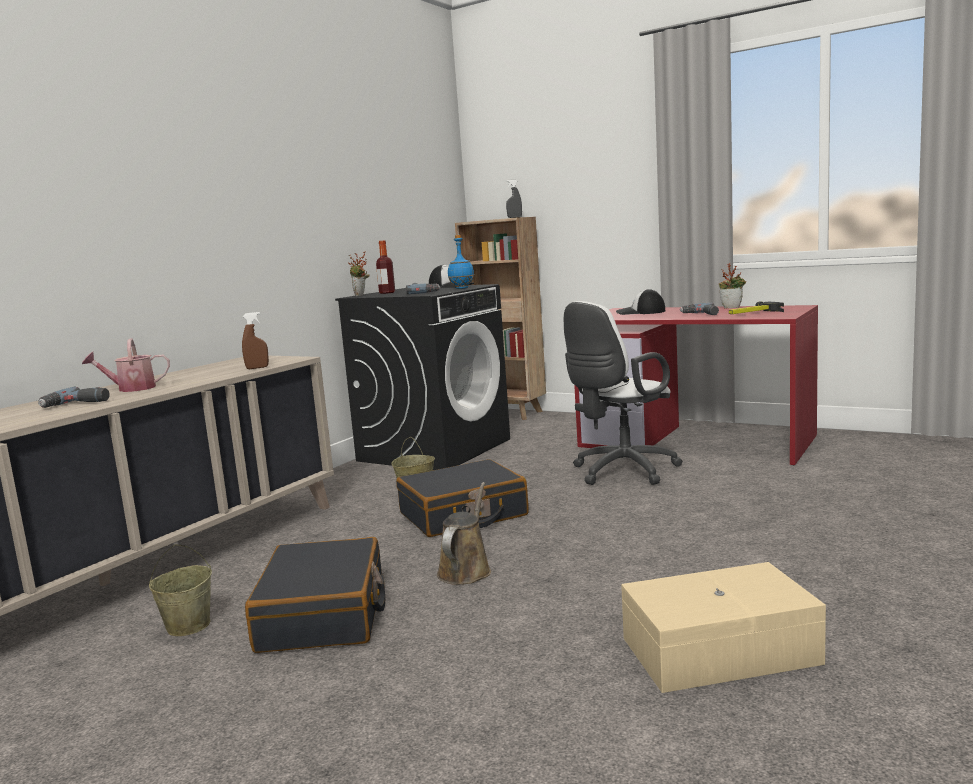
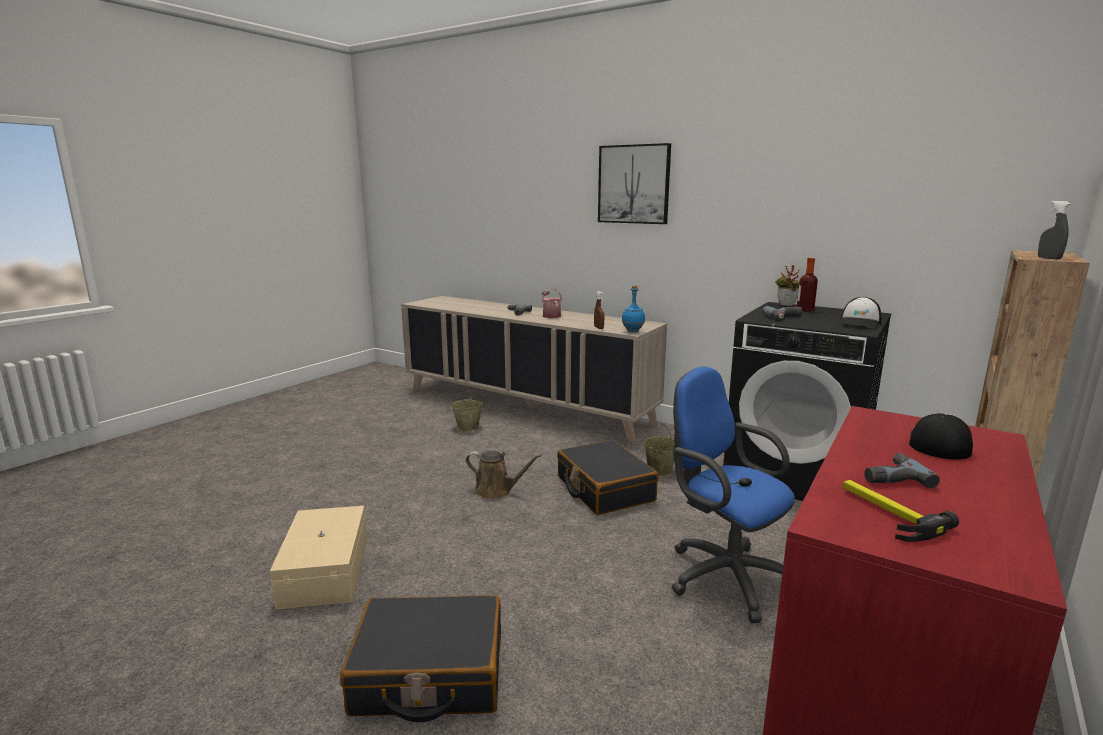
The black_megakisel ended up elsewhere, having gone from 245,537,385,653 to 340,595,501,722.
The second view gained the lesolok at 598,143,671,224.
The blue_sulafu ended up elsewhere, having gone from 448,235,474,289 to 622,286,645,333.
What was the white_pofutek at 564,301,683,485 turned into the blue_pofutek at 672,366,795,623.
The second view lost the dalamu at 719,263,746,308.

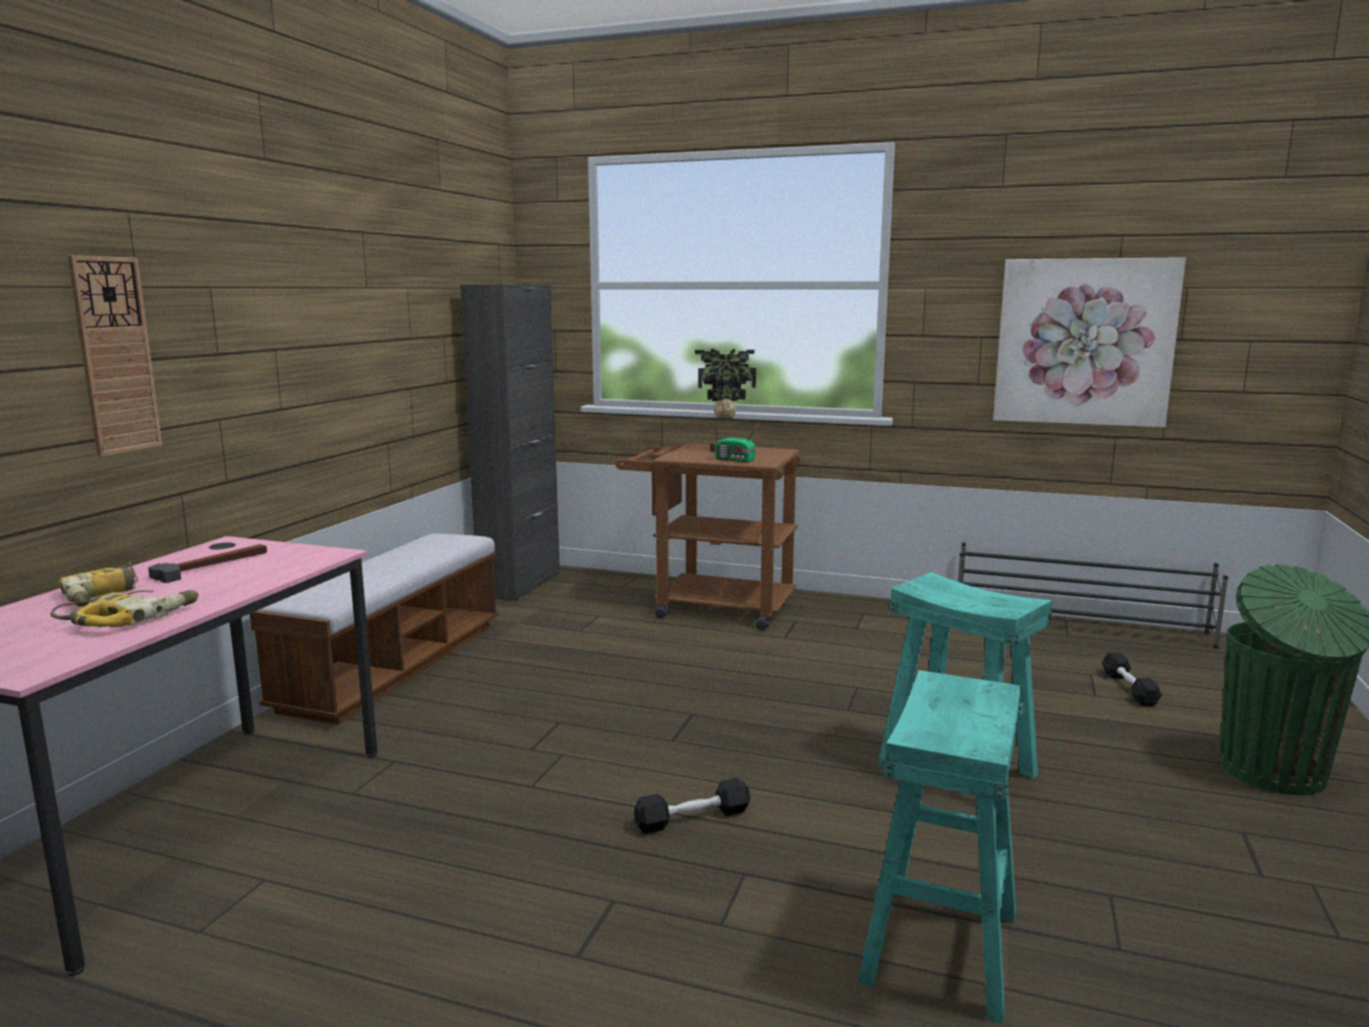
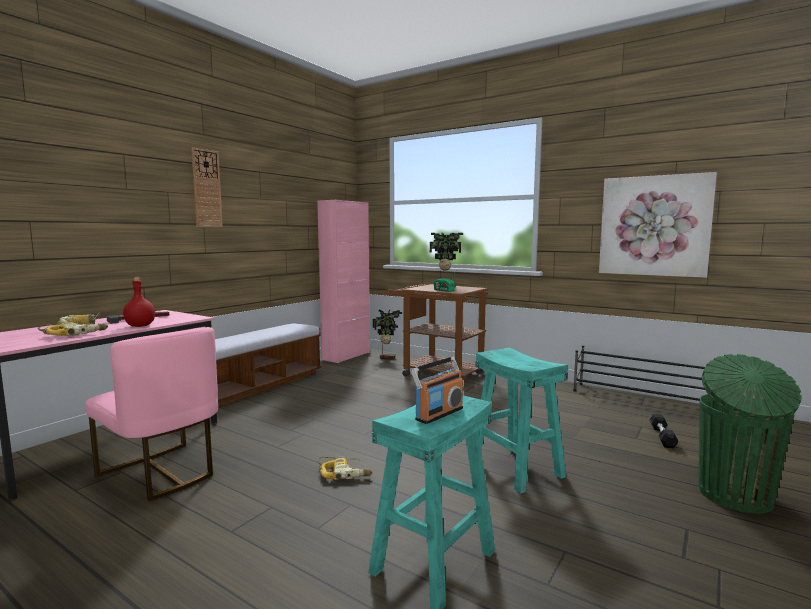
The second view gained the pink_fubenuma at 85,327,218,501.
The second view gained the red_sulafu at 123,277,155,327.
The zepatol ended up elsewhere, having gone from 68,255,162,457 to 191,148,223,227.
What was the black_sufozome at 460,284,560,601 turned into the pink_sufozome at 317,200,370,363.
Where the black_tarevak stood at 634,778,750,834, the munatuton came to stand at 318,457,372,480.
The second view gained the dalamu at 373,310,402,360.
The second view gained the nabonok at 411,357,463,424.

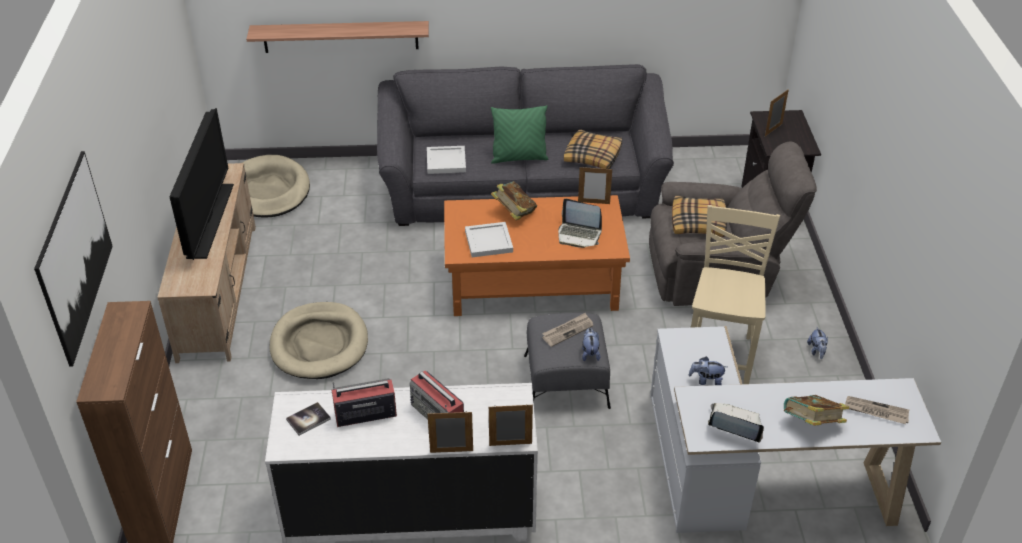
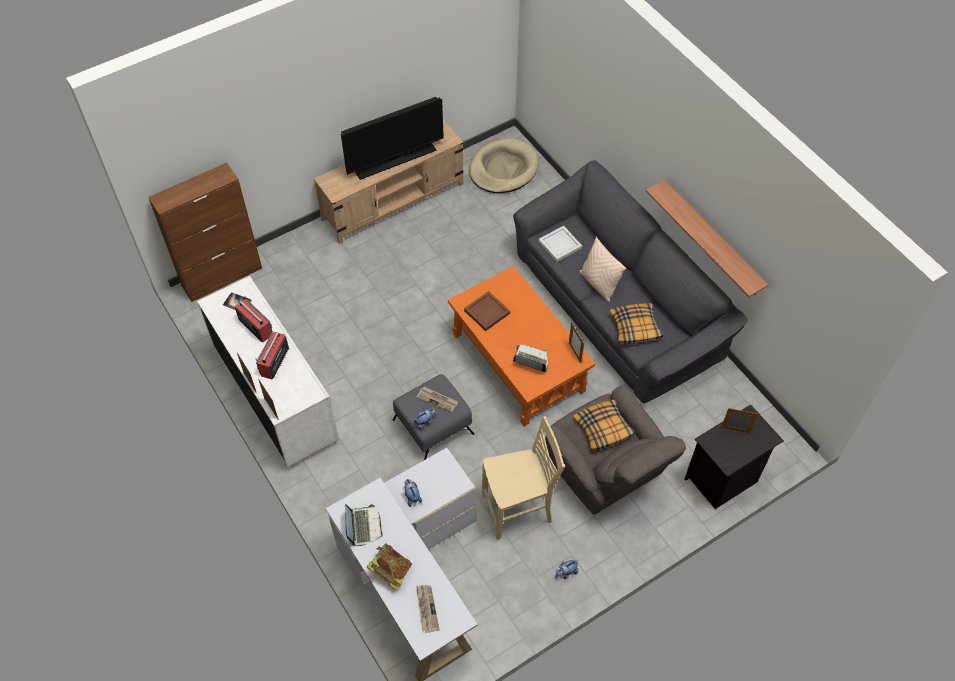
What was the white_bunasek at 465,222,513,257 turned into the brown_bunasek at 464,291,510,331.
The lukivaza at 558,199,602,248 ended up facing another way, 120 degrees clockwise from before.
What was the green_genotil at 491,105,548,164 turned into the beige_genotil at 579,237,626,302.
The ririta ended up elsewhere, having gone from 246,21,429,53 to 646,180,769,297.
The second view lost the lesolok at 34,151,113,367.
The second view lost the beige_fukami at 269,302,368,379.
The second view lost the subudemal at 491,181,538,220.

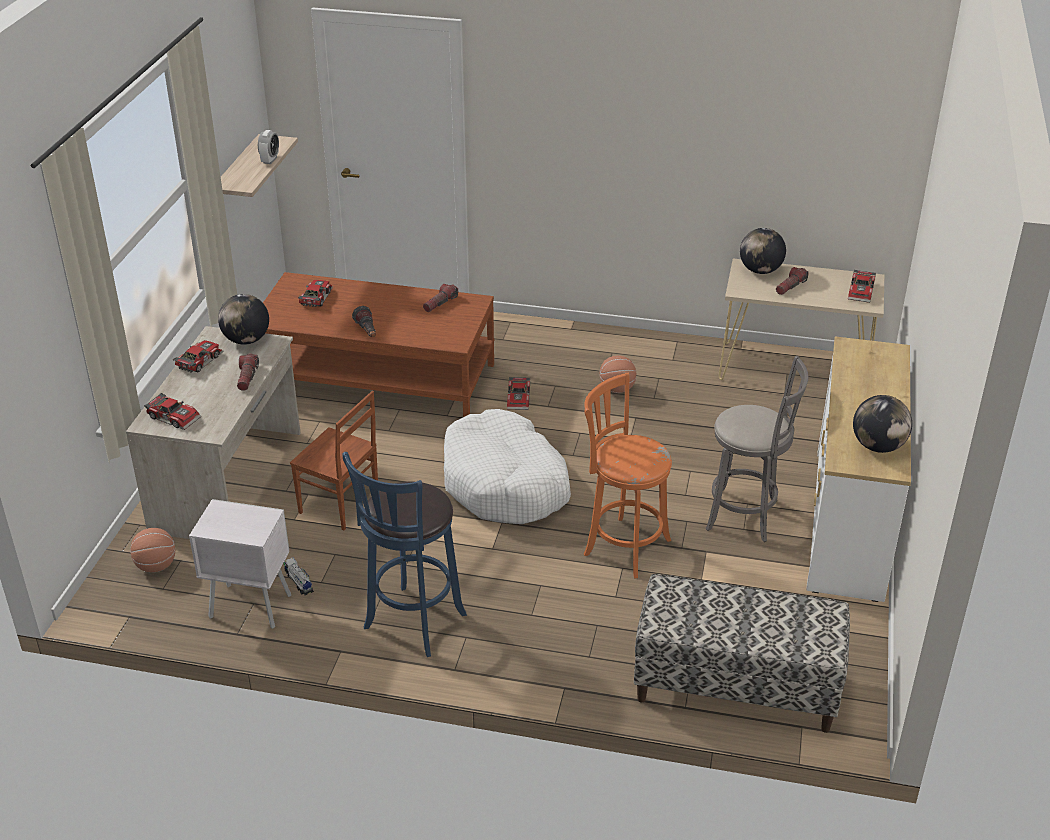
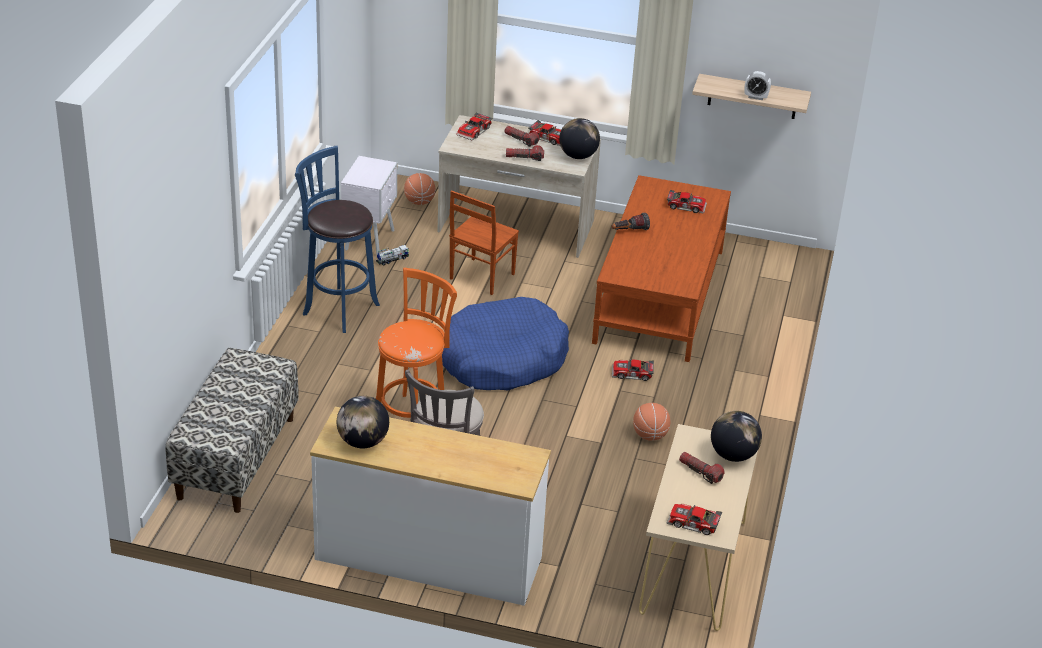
What was the white_fukami at 444,409,571,524 turned into the blue_fukami at 442,297,569,390.
The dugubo ended up elsewhere, having gone from 423,284,459,312 to 504,126,540,147.

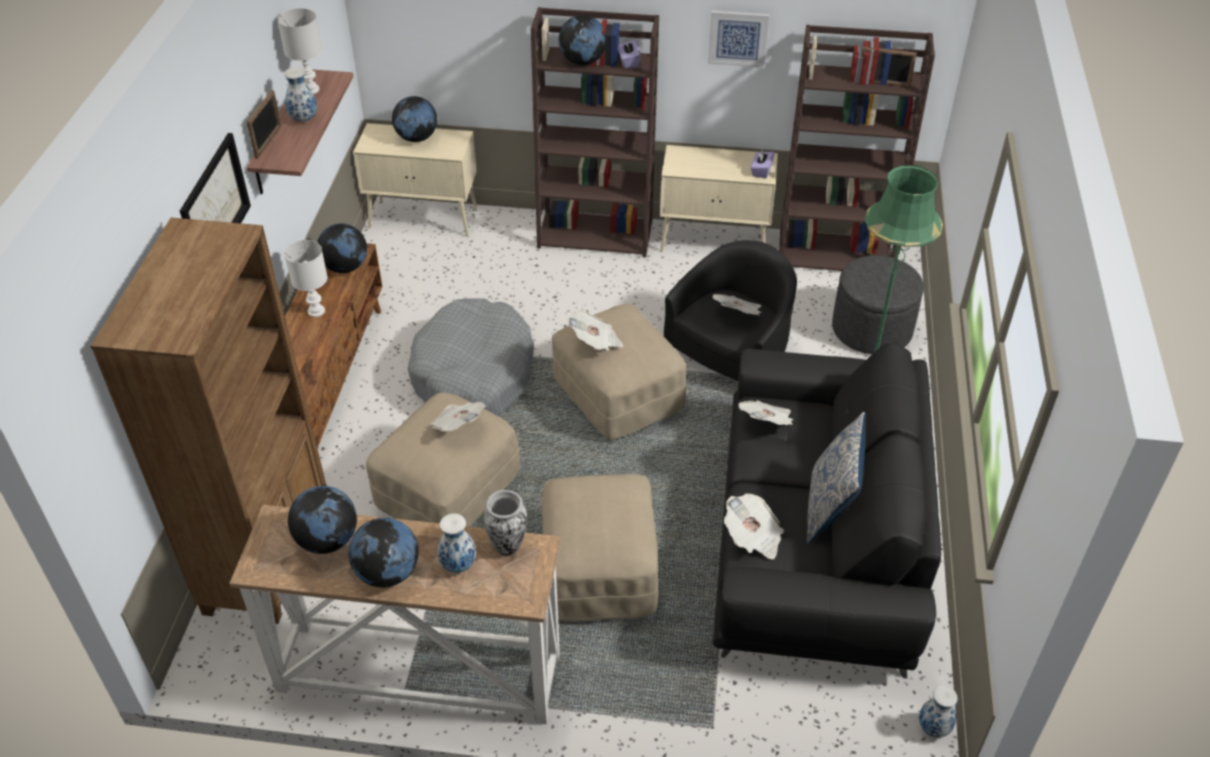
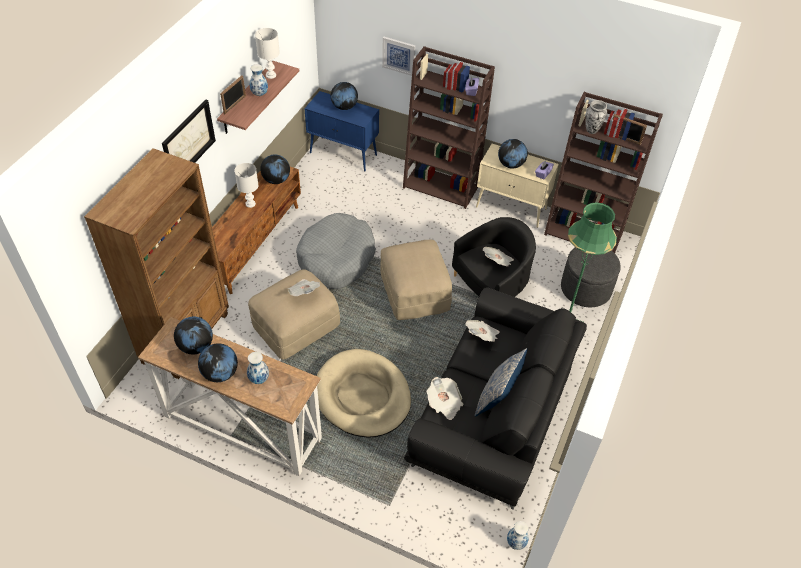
What was the beige_sufozome at 353,123,478,237 turned into the blue_sufozome at 304,91,379,171.
Where the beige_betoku stood at 542,474,659,621, the beige_fukami came to stand at 317,349,411,438.
The lesolok ended up elsewhere, having gone from 708,10,769,68 to 382,37,416,76.
The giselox ended up elsewhere, having gone from 559,15,606,65 to 498,139,528,169.
The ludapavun ended up elsewhere, having gone from 483,490,527,556 to 585,100,607,134.
The second view lost the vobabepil at 566,310,624,350.

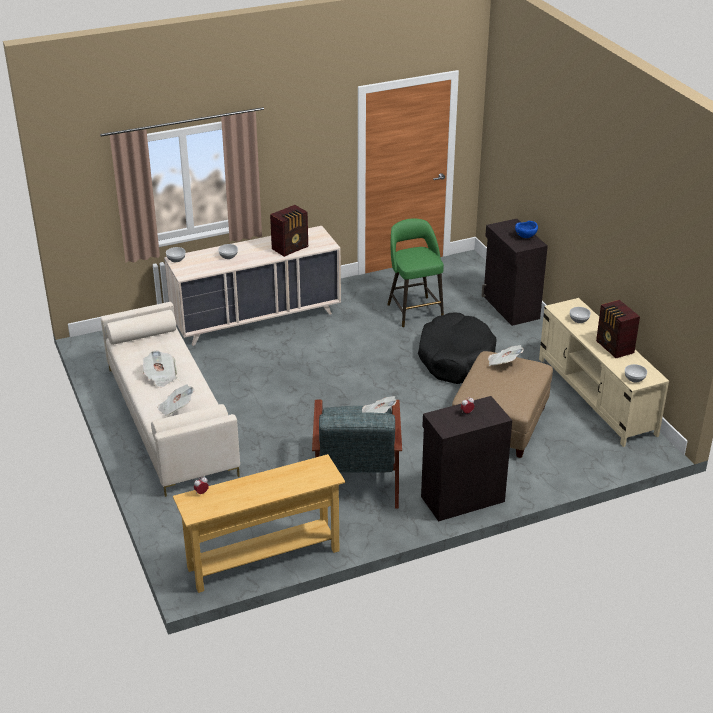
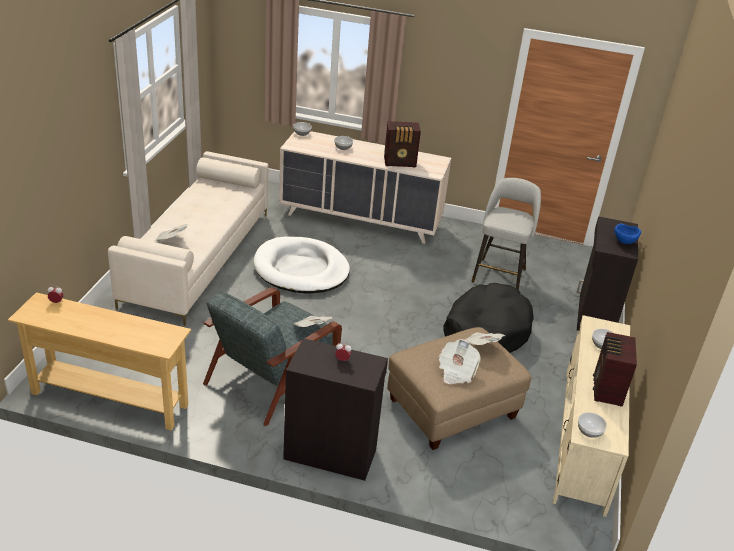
The second view gained the white_fukami at 253,237,350,294.
The vobabepil ended up elsewhere, having gone from 143,350,177,388 to 438,339,481,384.
What was the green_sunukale at 387,219,444,327 turned into the grey_sunukale at 471,178,541,290.

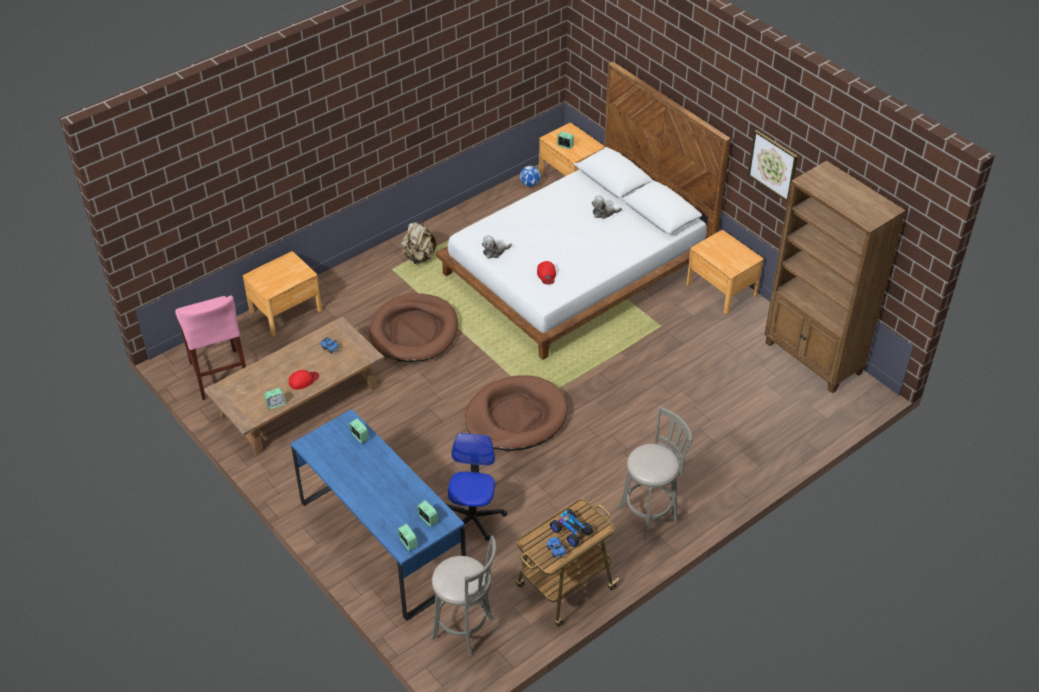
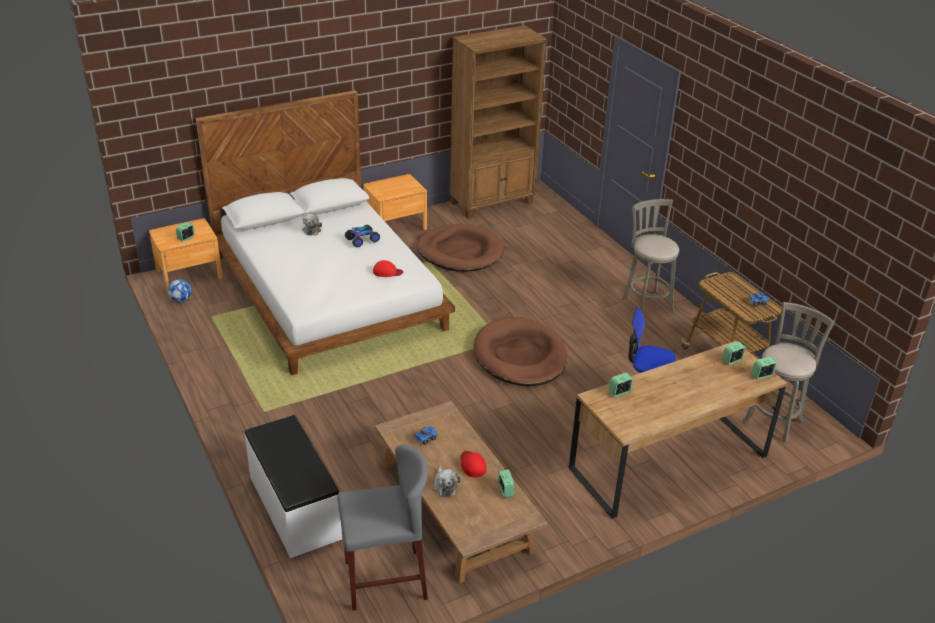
Where the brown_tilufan stood at 243,251,322,336, the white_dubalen came to stand at 244,415,342,558.
What was the pink_sunukale at 175,296,246,400 turned into the grey_sunukale at 337,445,428,610.
The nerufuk ended up elsewhere, having gone from 550,509,593,547 to 345,225,380,248.
The brown_fukami ended up elsewhere, having gone from 369,293,458,362 to 417,224,504,272.
The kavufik ended up elsewhere, having gone from 482,235,512,259 to 432,465,460,497.
What was the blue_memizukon at 291,409,466,621 turned into the brown_memizukon at 569,341,787,519.
The second view lost the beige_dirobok at 401,220,436,264.
The second view lost the lesolok at 748,130,798,202.

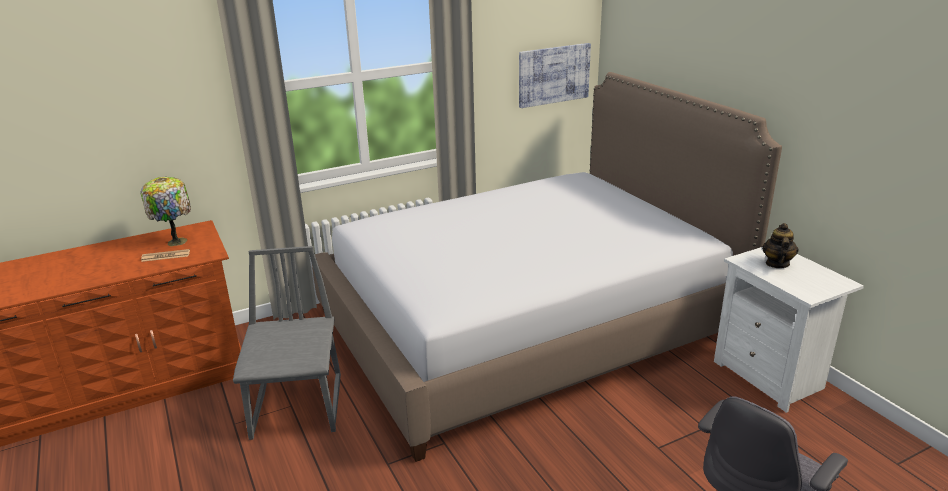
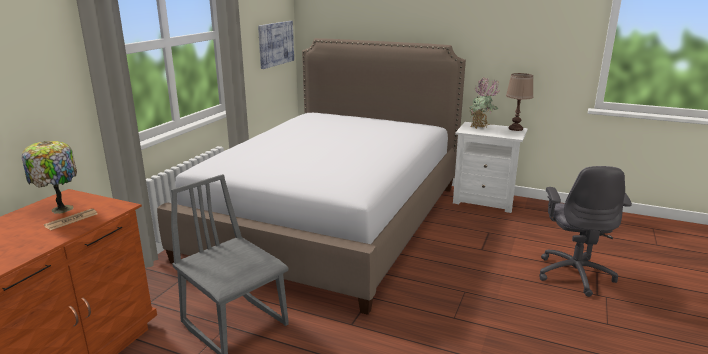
Where the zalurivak stood at 762,223,799,268, the dalamu came to stand at 468,77,499,129.
The second view gained the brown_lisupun at 506,73,533,131.

